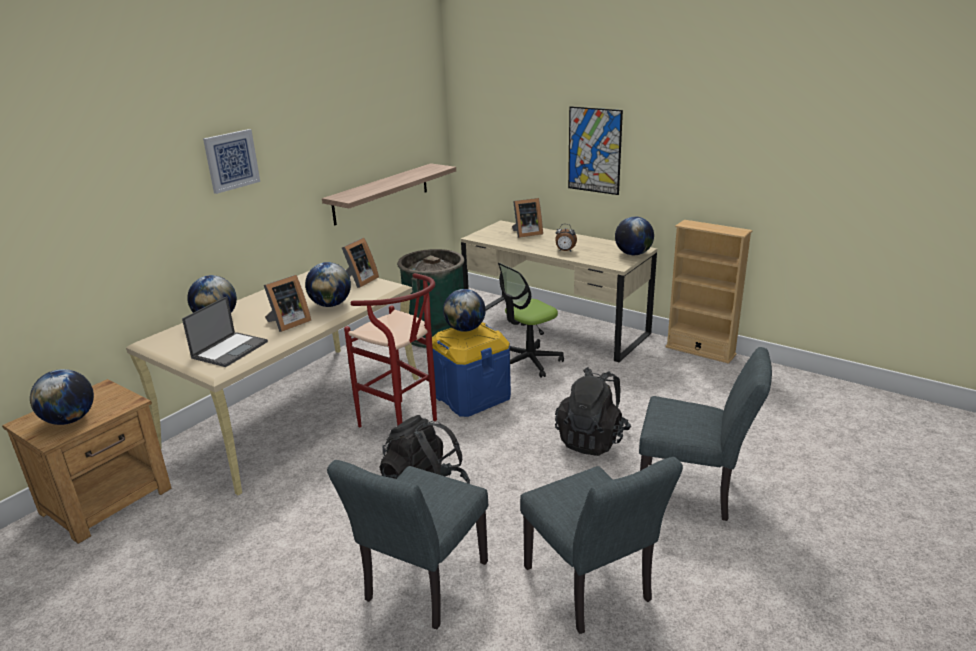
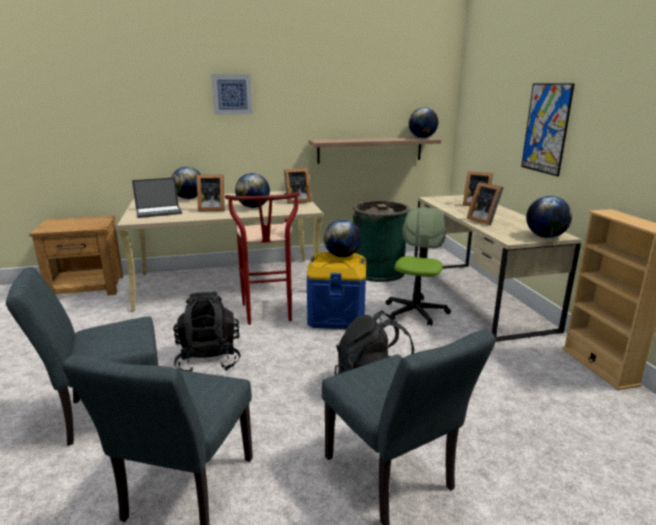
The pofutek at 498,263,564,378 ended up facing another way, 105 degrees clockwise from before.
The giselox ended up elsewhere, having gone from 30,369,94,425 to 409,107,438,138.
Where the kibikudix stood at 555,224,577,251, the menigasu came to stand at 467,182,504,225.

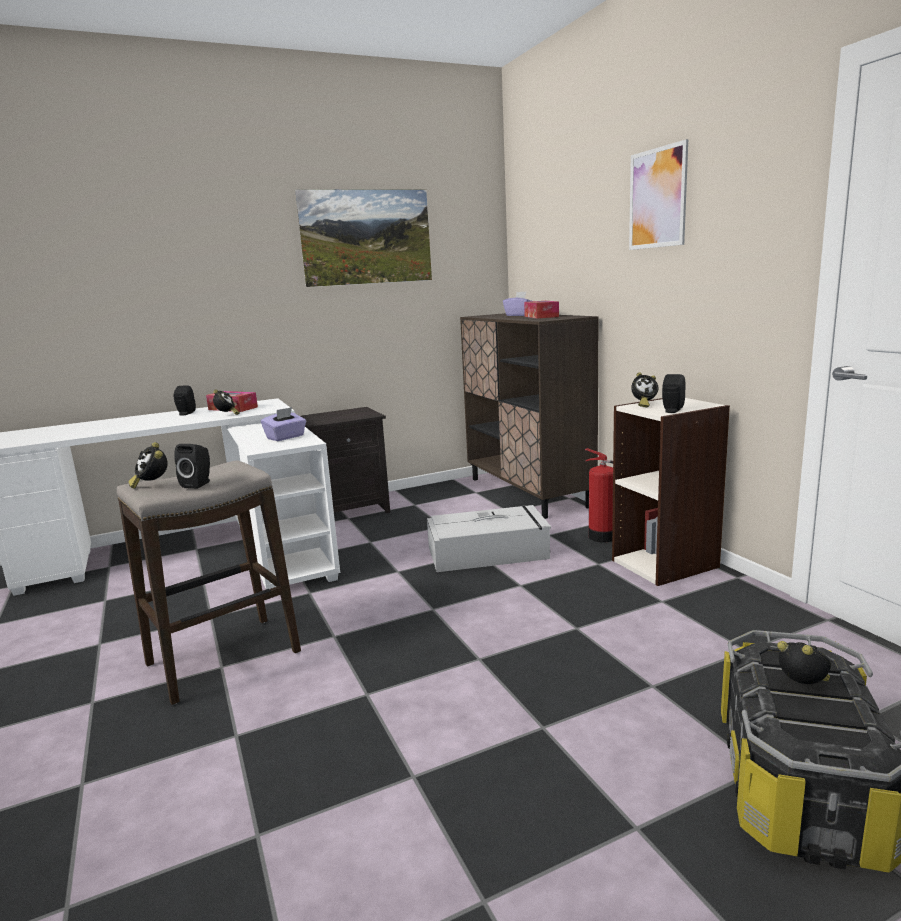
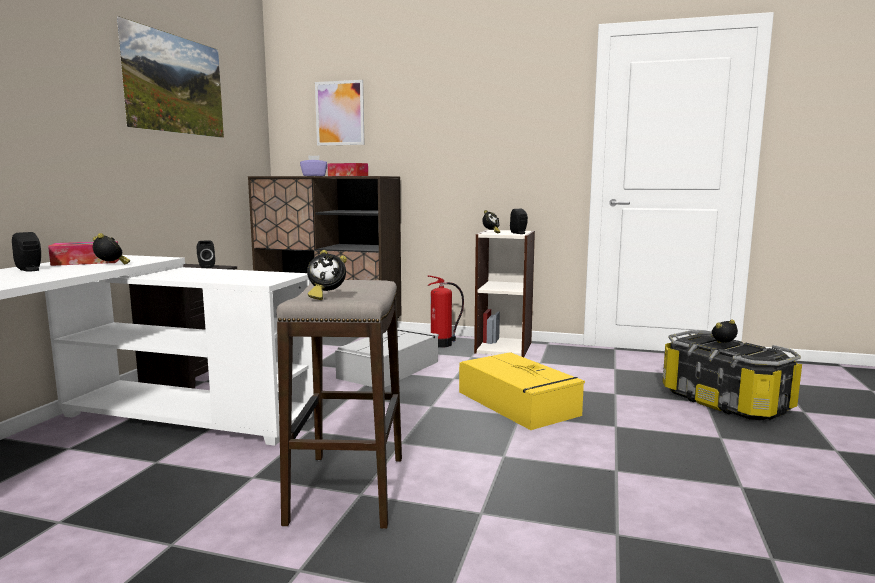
The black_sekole ended up elsewhere, having gone from 174,444,210,489 to 197,240,215,268.
The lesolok ended up elsewhere, having gone from 629,139,688,250 to 315,80,365,146.
The second view gained the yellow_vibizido at 459,352,585,430.
The second view lost the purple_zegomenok at 261,407,306,441.

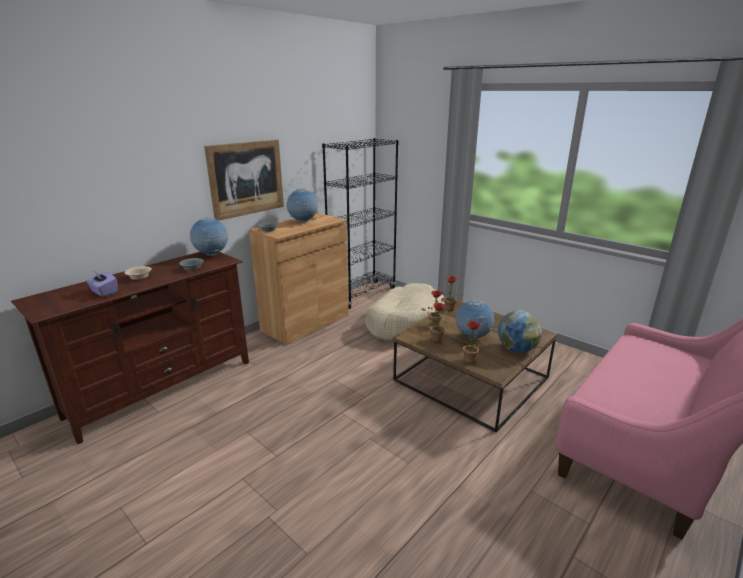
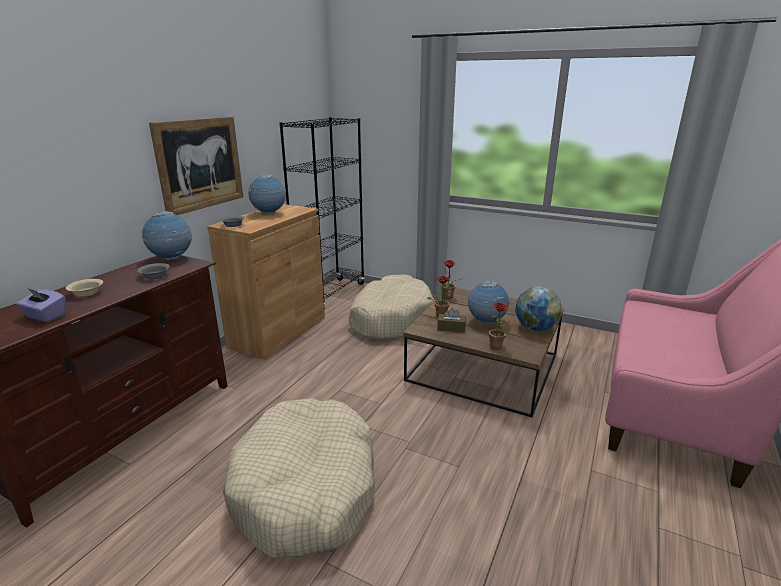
The second view gained the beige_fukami at 223,398,375,558.
Where the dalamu stood at 422,303,449,343, the brown_zegomenok came to stand at 437,308,466,333.

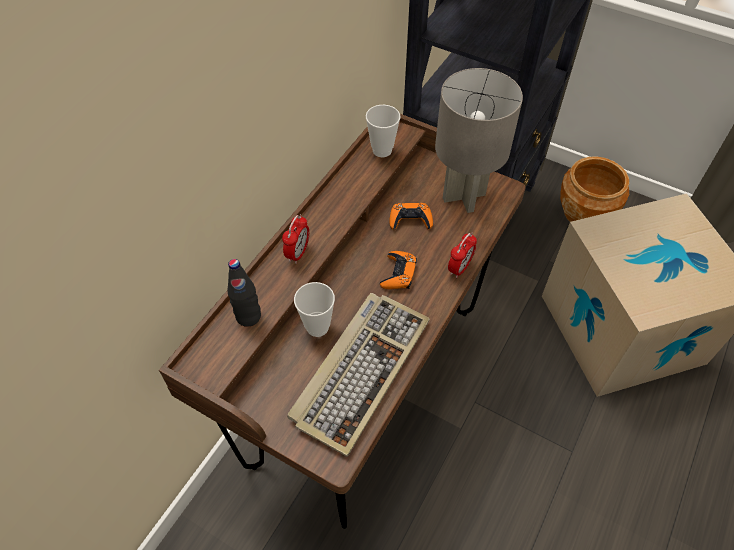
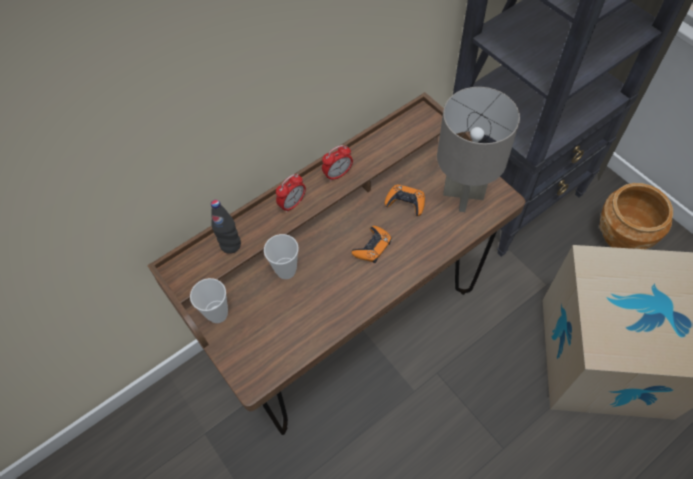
The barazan ended up elsewhere, having gone from 366,105,401,157 to 190,278,228,323.
The kibikudix ended up elsewhere, having gone from 448,233,477,278 to 322,145,353,181.
The second view lost the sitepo at 287,293,430,457.

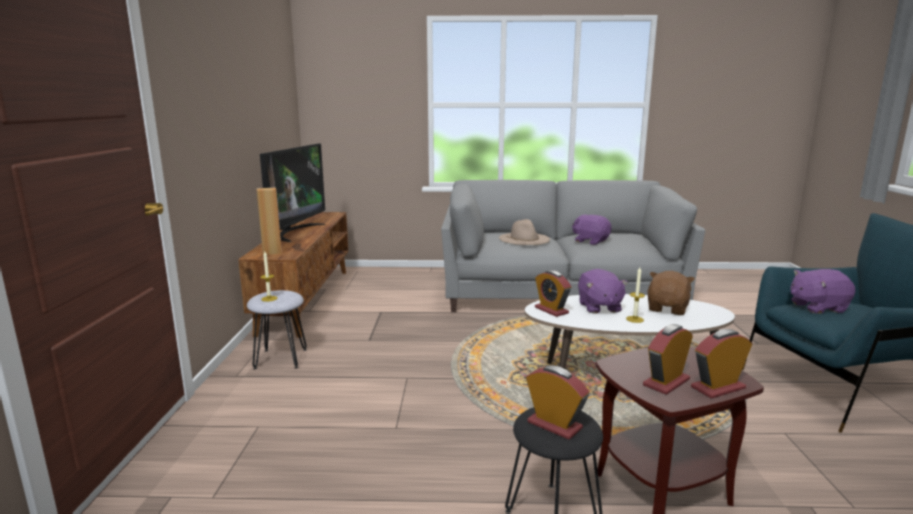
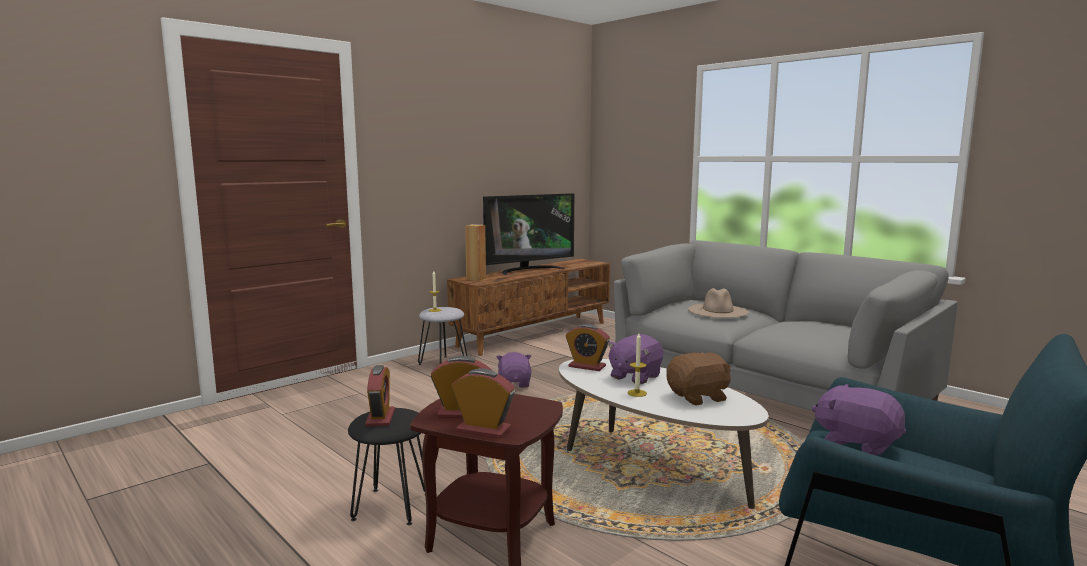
The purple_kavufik ended up elsewhere, having gone from 572,215,612,245 to 496,352,532,388.
The kibikudix at 535,270,571,317 ended up facing another way, 75 degrees counterclockwise from before.

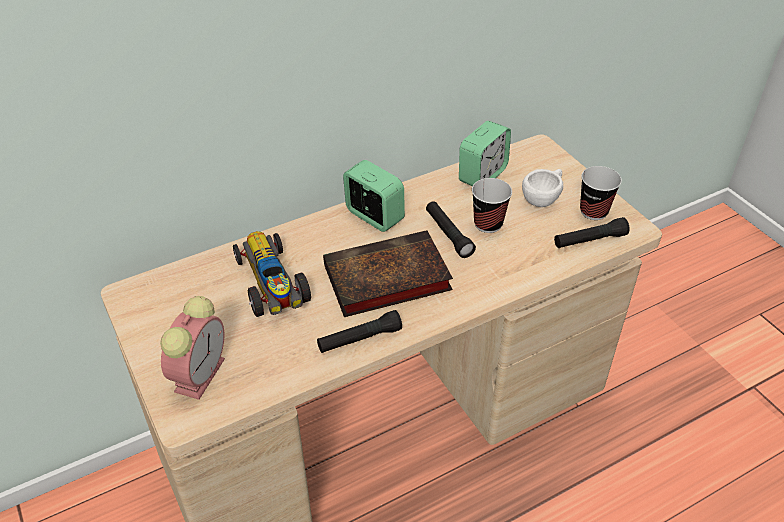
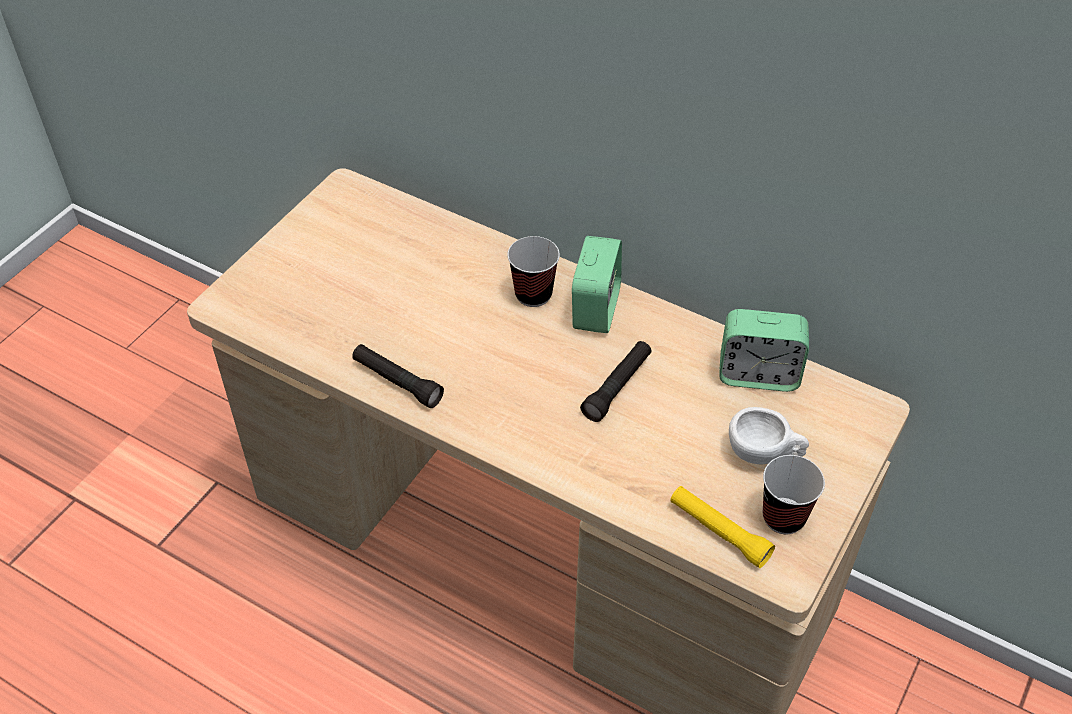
The barazan ended up elsewhere, having gone from 472,178,512,233 to 507,236,560,307.
What was the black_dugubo at 554,217,630,248 turned into the yellow_dugubo at 670,486,775,568.
The second view lost the kibikudix at 160,296,225,400.
The second view lost the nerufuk at 233,231,311,317.
The second view lost the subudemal at 323,230,453,317.

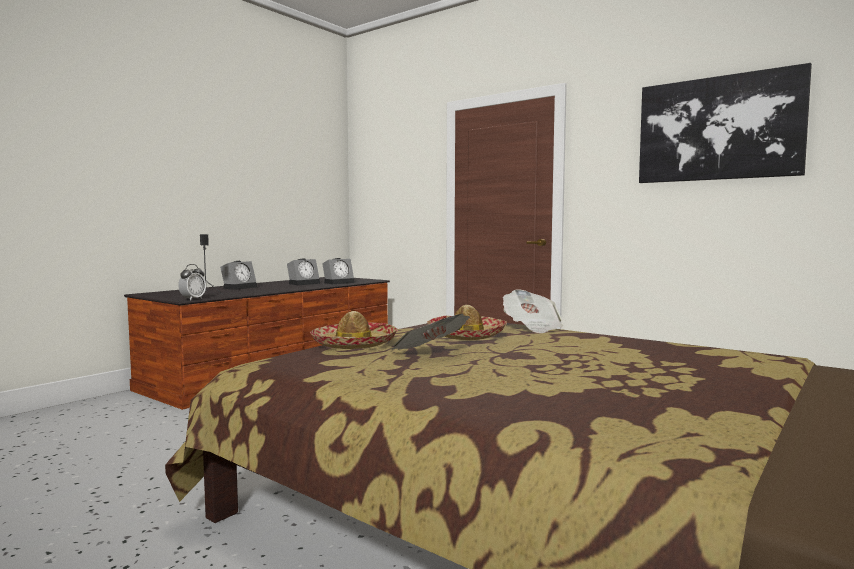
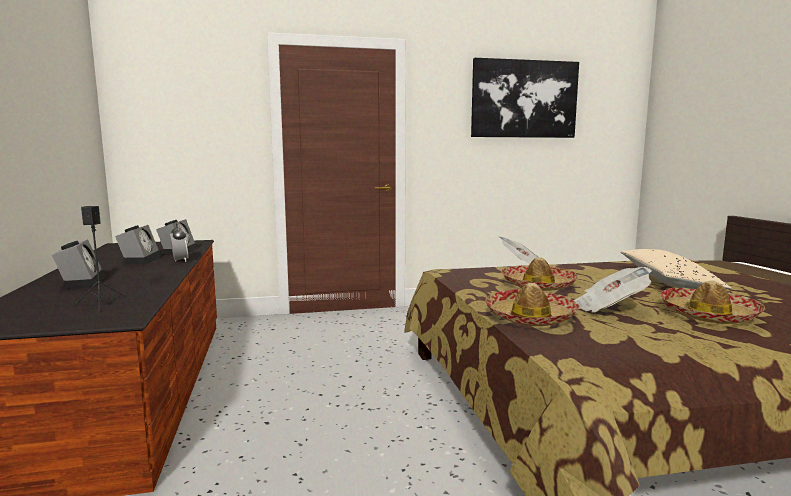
The kibikudix ended up elsewhere, having gone from 178,264,206,300 to 170,223,189,262.
The second view gained the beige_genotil at 621,249,731,289.
The second view gained the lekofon at 660,281,765,324.

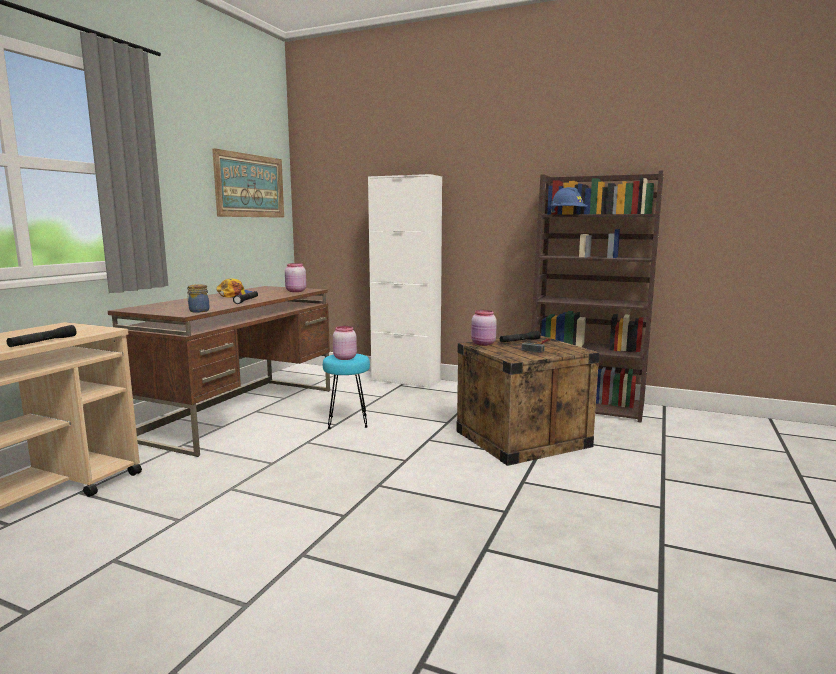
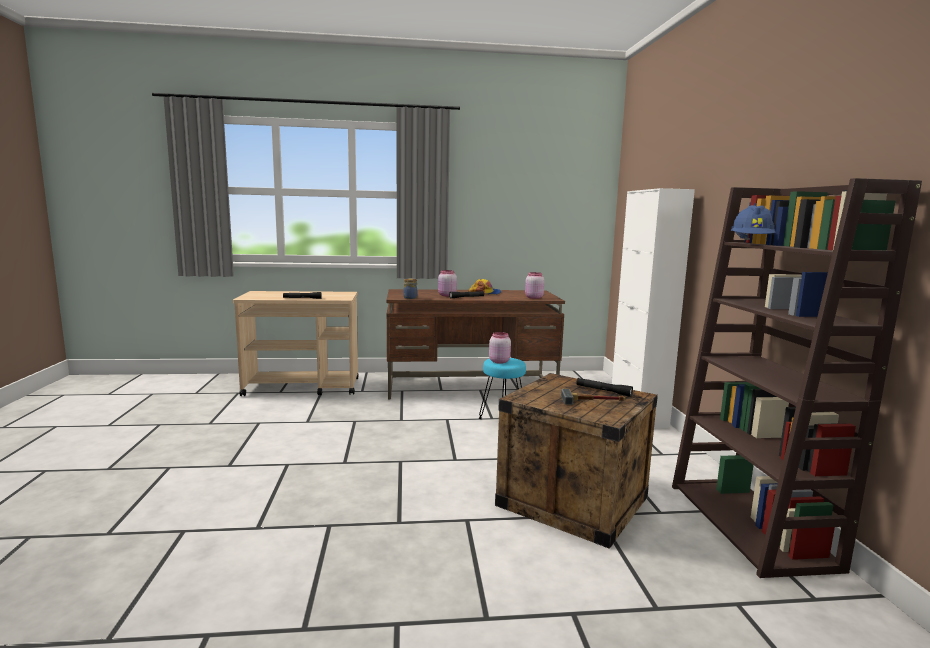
The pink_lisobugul ended up elsewhere, having gone from 471,310,497,346 to 438,270,457,296.
The second view lost the lesolok at 212,148,284,218.

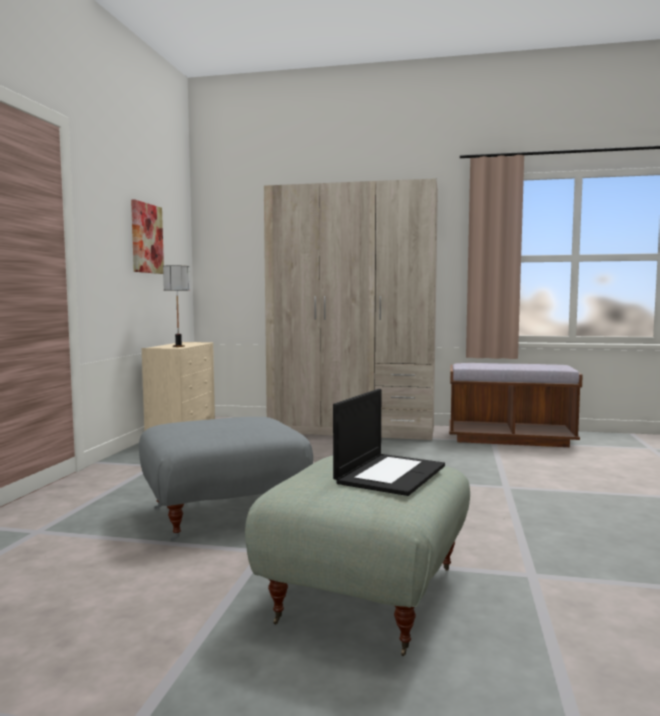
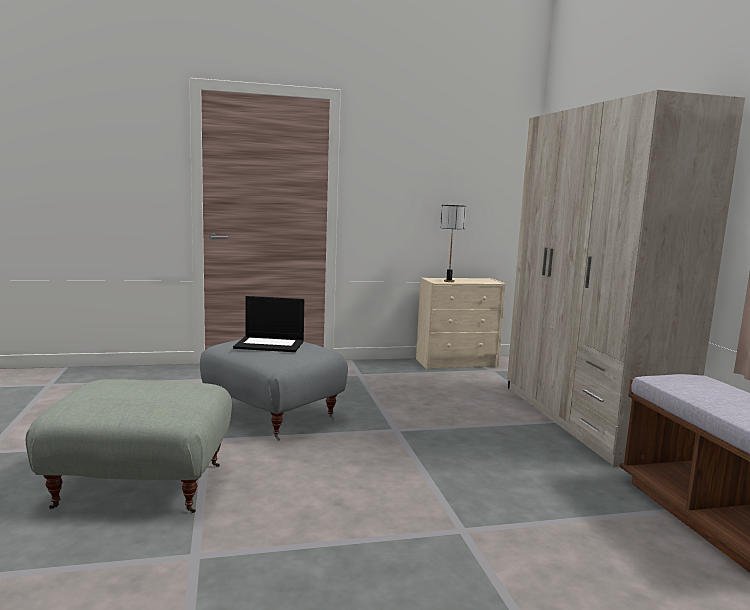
The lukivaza ended up elsewhere, having gone from 333,389,445,496 to 233,296,304,352.
The second view lost the lesolok at 131,199,164,274.

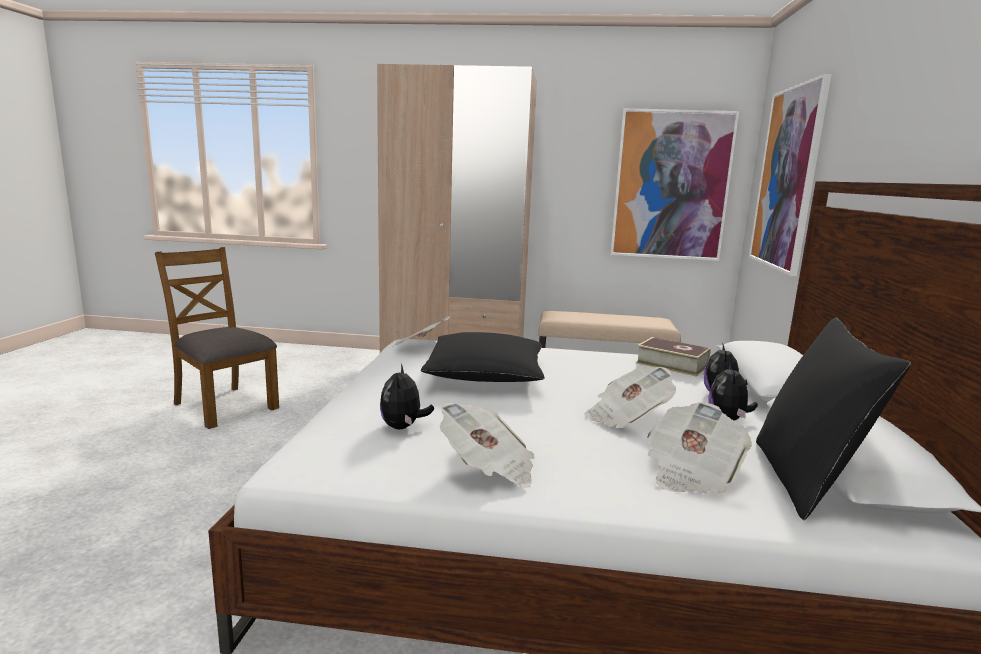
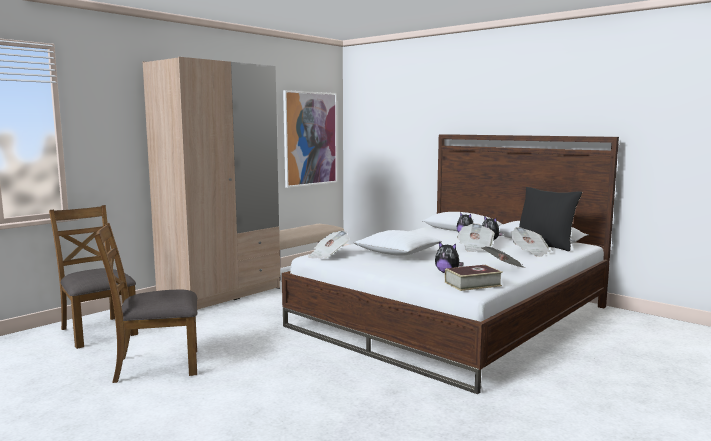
The second view gained the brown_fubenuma at 49,205,138,349.
What was the black_genotil at 421,332,545,382 turned into the white_genotil at 354,230,442,256.
The subudemal ended up elsewhere, having gone from 636,337,711,376 to 445,265,503,291.
The second view lost the lesolok at 749,74,832,276.

